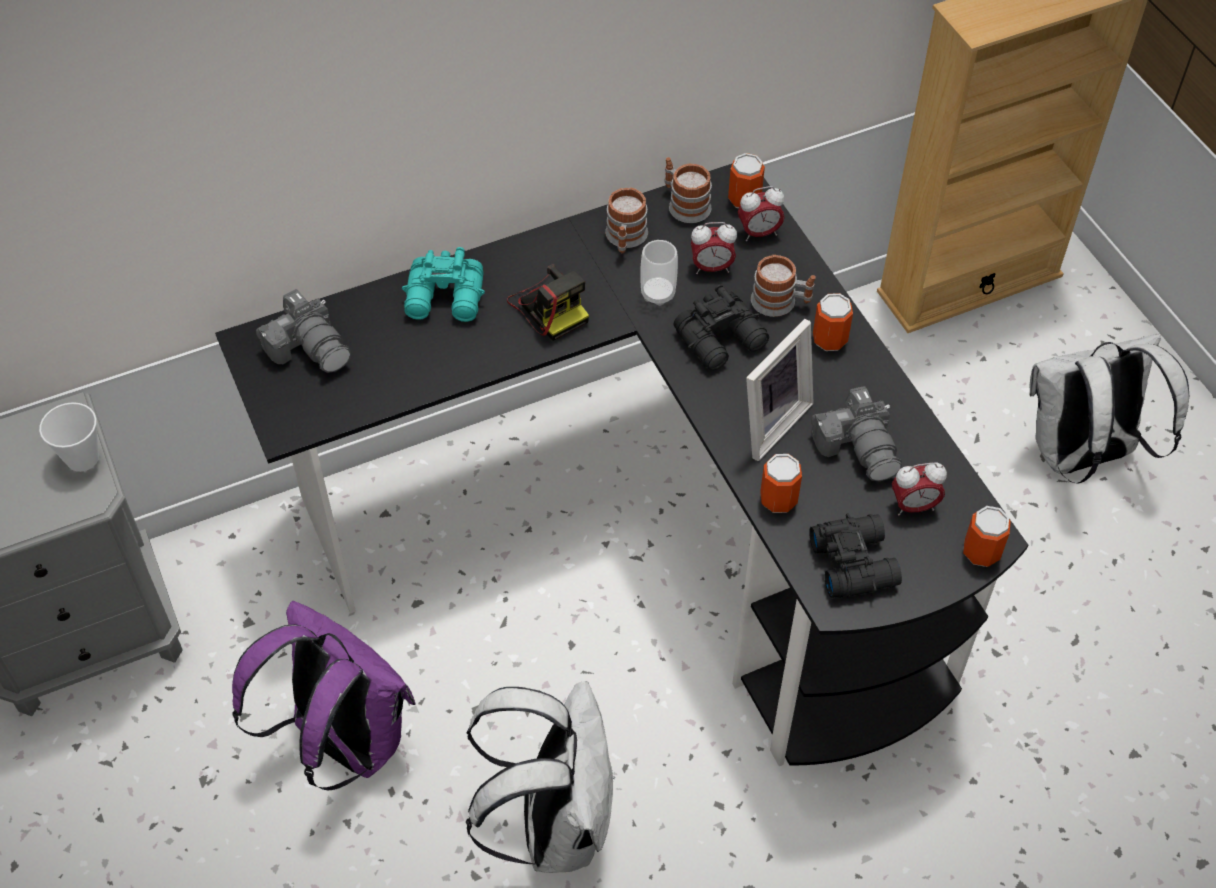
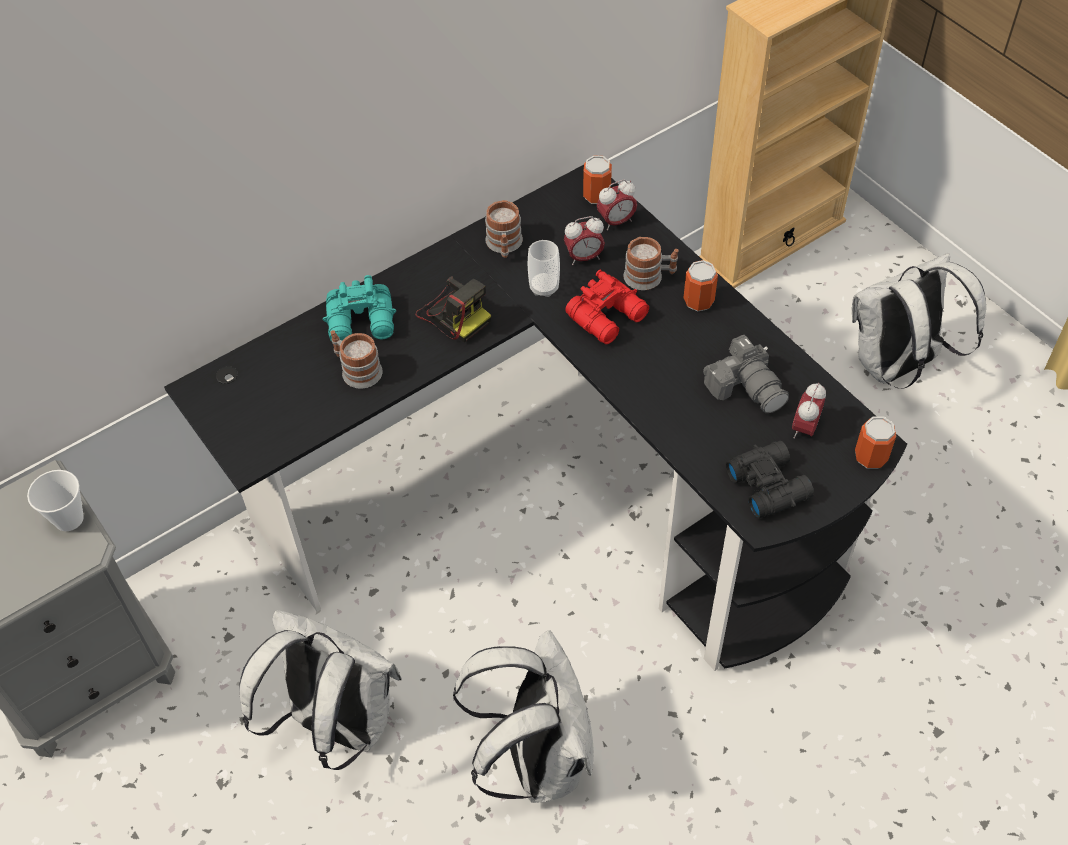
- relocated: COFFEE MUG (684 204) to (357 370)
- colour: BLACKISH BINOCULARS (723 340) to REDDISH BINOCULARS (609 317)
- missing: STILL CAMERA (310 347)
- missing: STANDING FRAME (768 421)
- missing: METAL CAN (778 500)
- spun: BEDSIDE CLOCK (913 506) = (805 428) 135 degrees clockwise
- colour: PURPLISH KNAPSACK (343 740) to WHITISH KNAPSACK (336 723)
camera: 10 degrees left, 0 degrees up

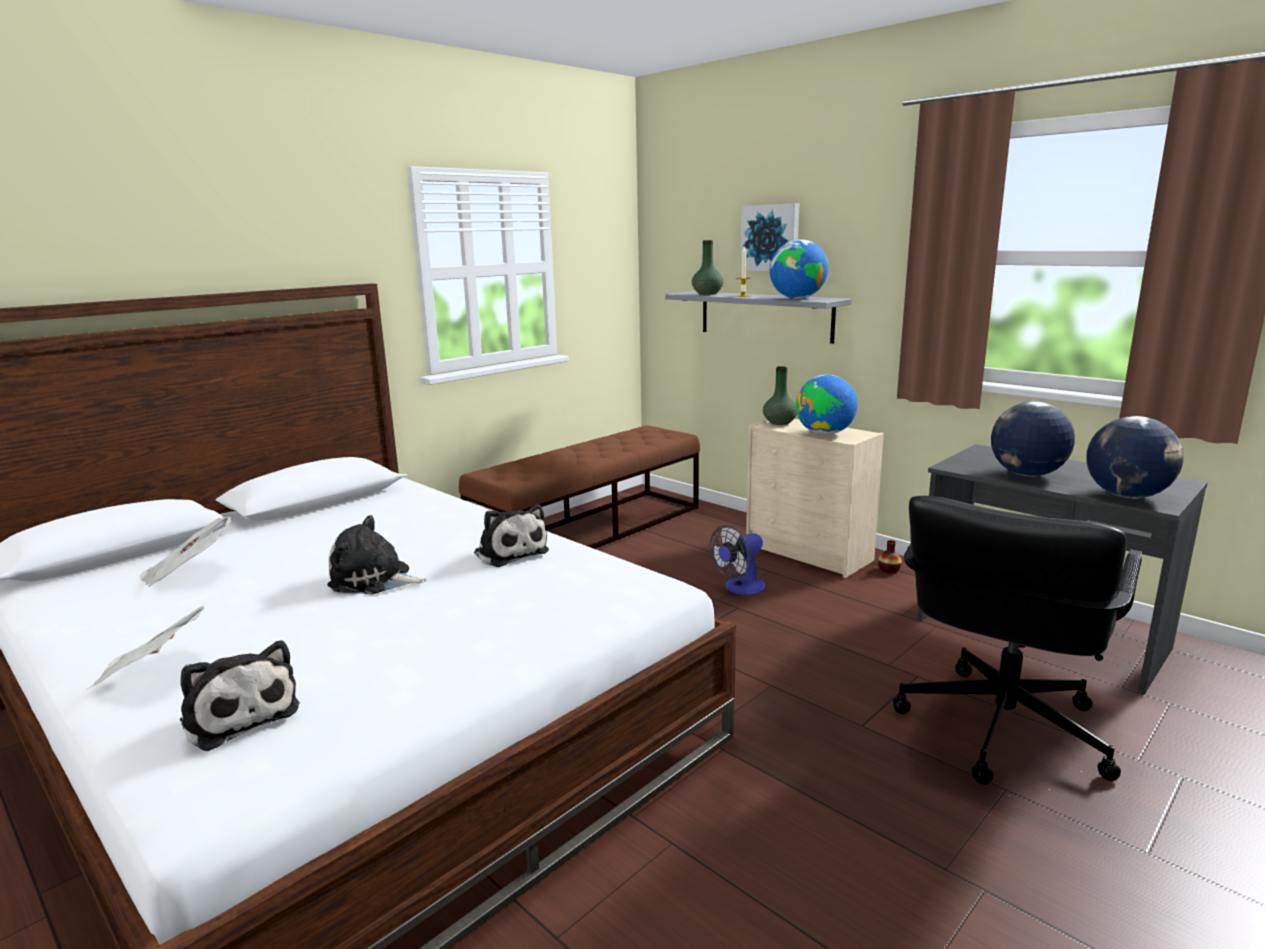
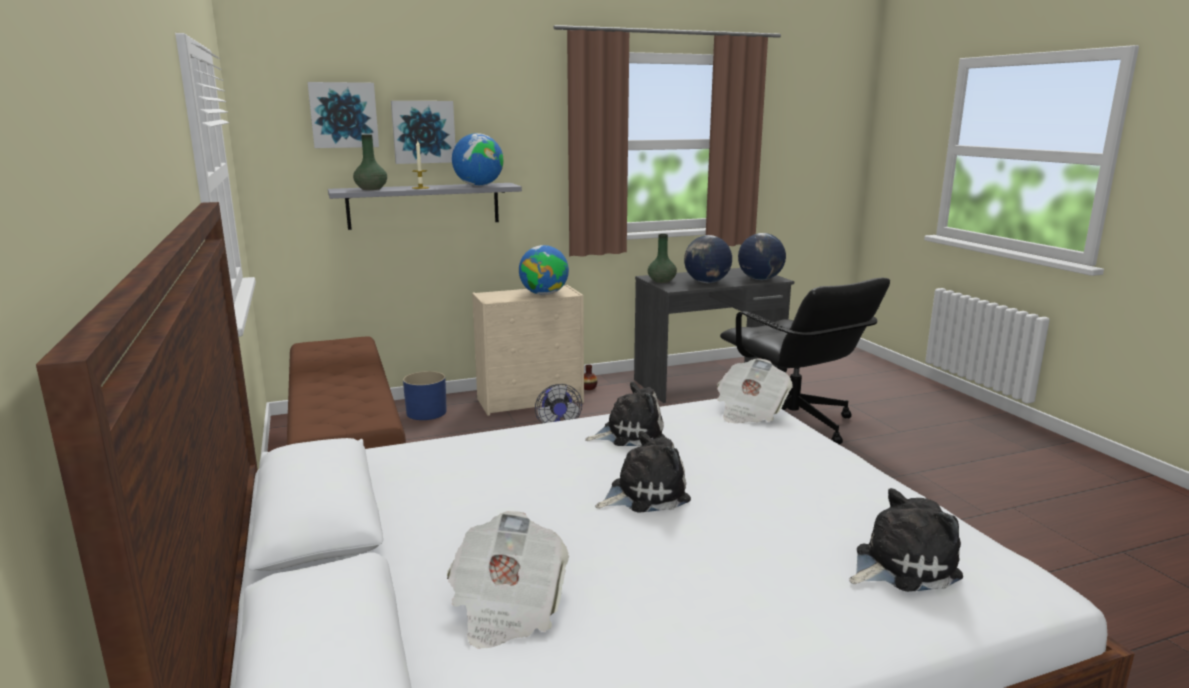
- relocated: GREENISH VASE (780 422) to (662 281)
- spun: SOFT TOY (374 580) = (644 494) 150 degrees counterclockwise
- relocated: DAILY PAPER (154 673) to (750 411)
- appeared: WALL PICTURE (343 115)
- appeared: BLUE FLOWER POT (426 412)
camera: 65 degrees left, 0 degrees up

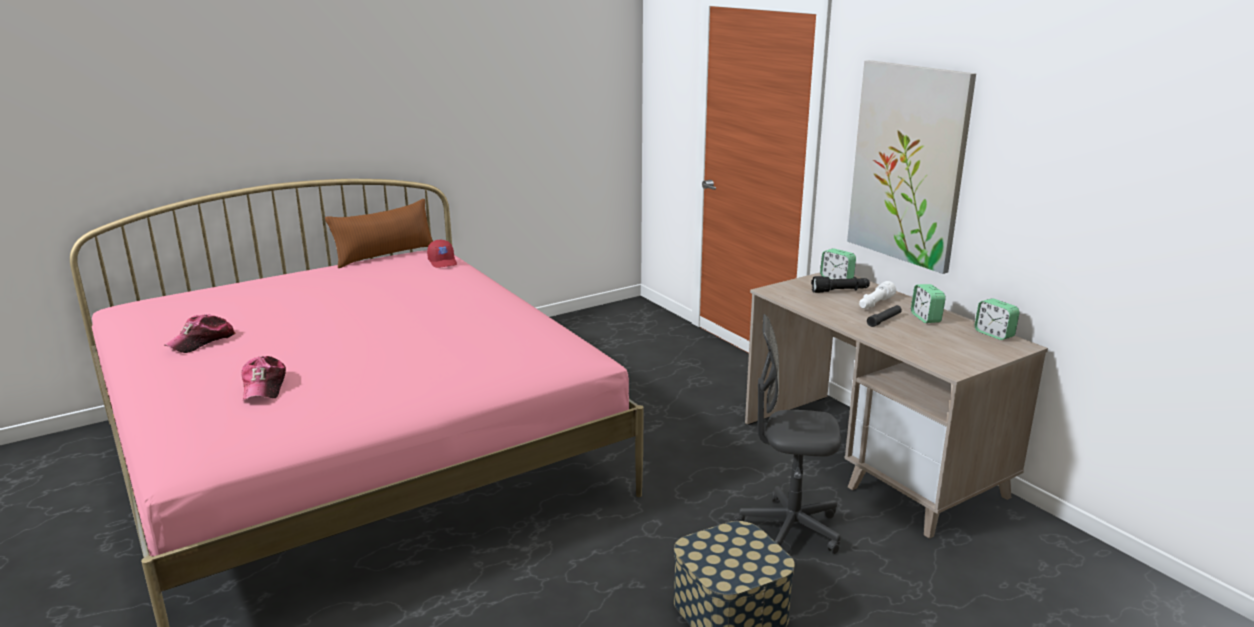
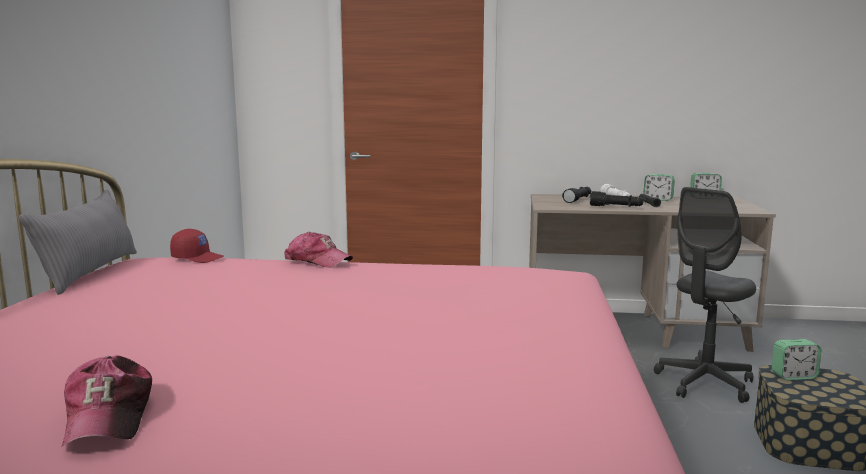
- missing: WALL PICTURE (908 164)
- colour: BROWN-COLOURED THROW PILLOW (385 255) to GRAY THROW PILLOW (90 272)
- relocated: BEDSIDE CLOCK (836 279) to (794 376)
- relocated: PEAKED CAP (264 387) to (317 261)
- appeared: BLACKISH HAND TORCH (616 207)
camera: 50 degrees left, 10 degrees down

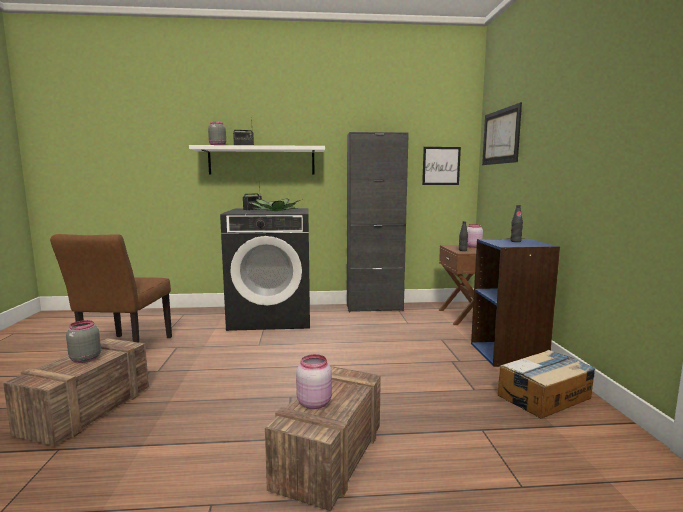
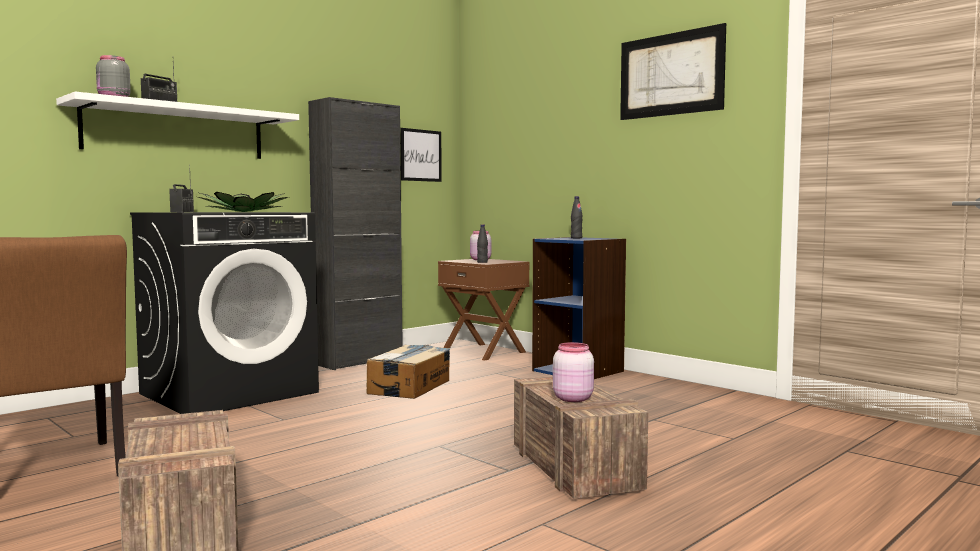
- relocated: WALL PICTURE (500 136) to (670 74)
- missing: GRAY JAR (84 359)
- relocated: PACKING BOX (544 396) to (410 387)
camera: 40 degrees left, 5 degrees down

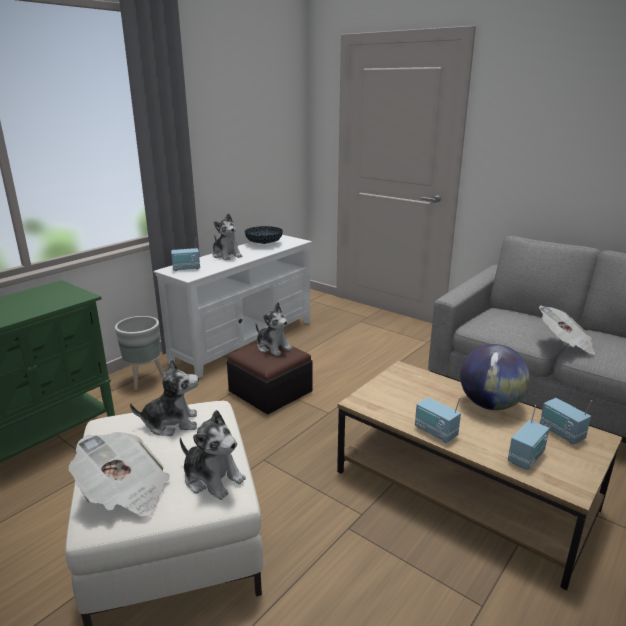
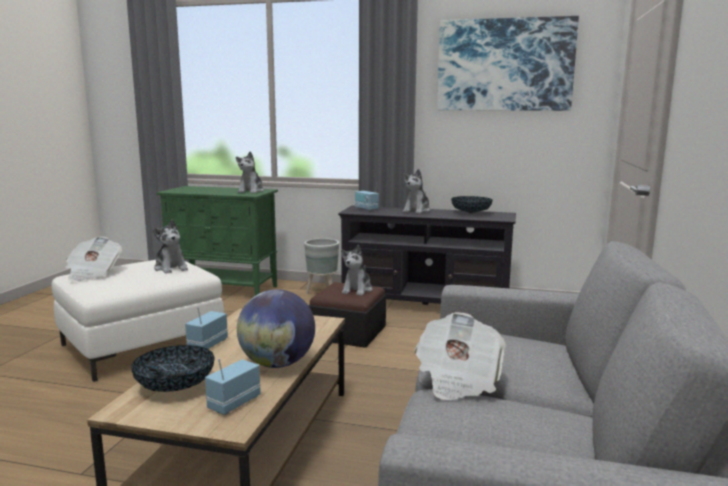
- colour: WHITISH TV STAND (244 341) to BLACKISH TV STAND (425 305)
- exchanged: RADIO SET (526 457) to SERVING BOWL (175 386)
- relocated: SOFT TOY (212 479) to (251 191)
- appeared: WALL PICTURE (504 65)
camera: 65 degrees right, 10 degrees down

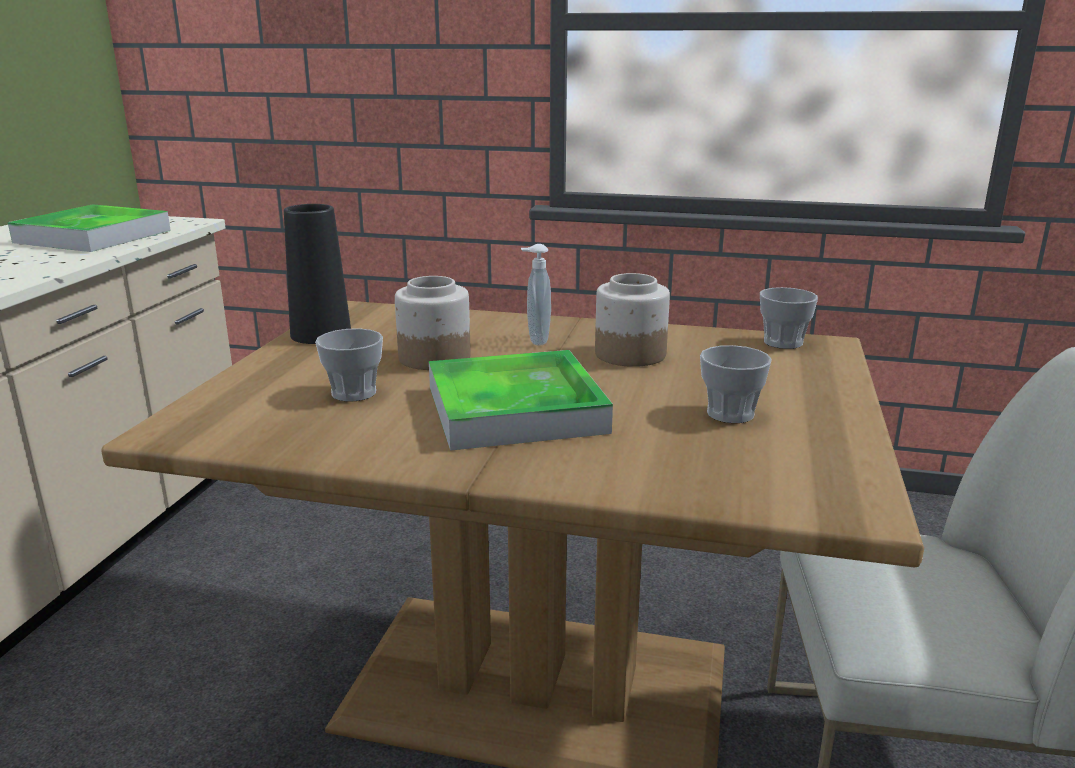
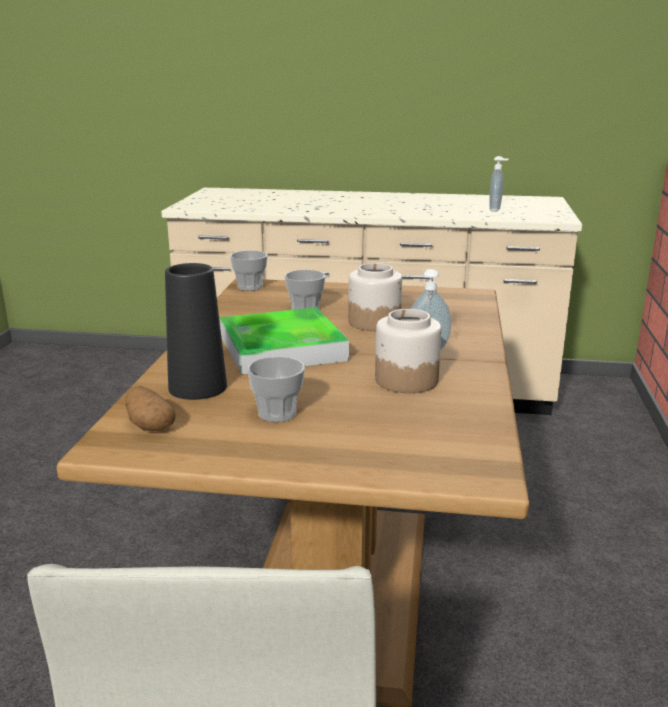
- exchanged: CARRYING TRAY (93 236) to SOAP DISPENSER (496 210)
- relocated: BLACKISH VASE (321 334) to (197 387)
- relocated: CUP (783 342) to (250 287)
- appeared: POTATO (149 425)
camera: 85 degrees right, 0 degrees up

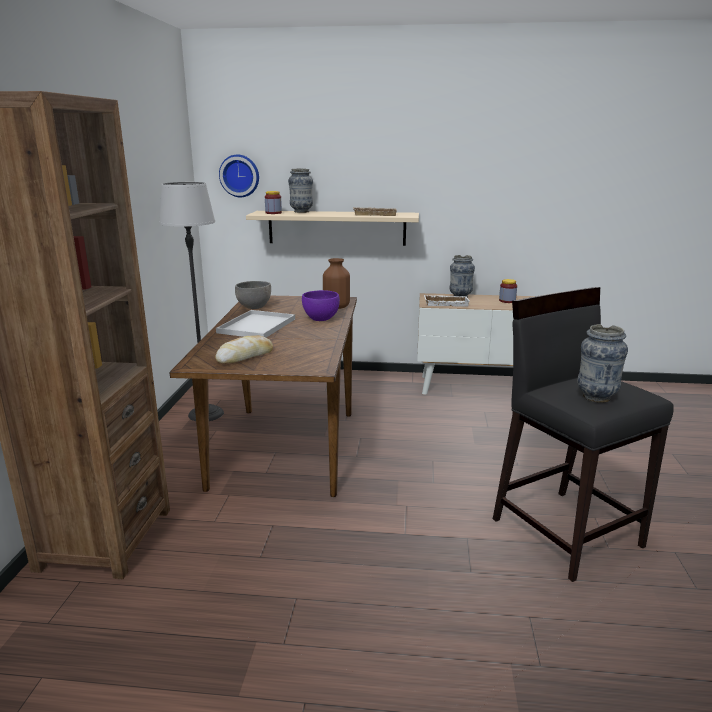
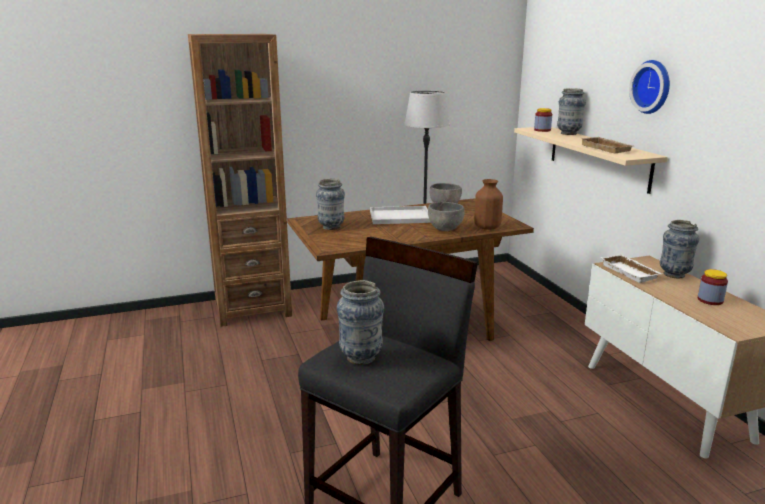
- relocated: CLOCK ON THE WALL (240 175) to (653 87)
- colour: PURPLISH SERVING BOWL (321 319) to GRAY SERVING BOWL (444 229)
- exchanged: BAKERY BREAD (245 356) to VASE (331 227)
camera: 65 degrees right, 0 degrees up

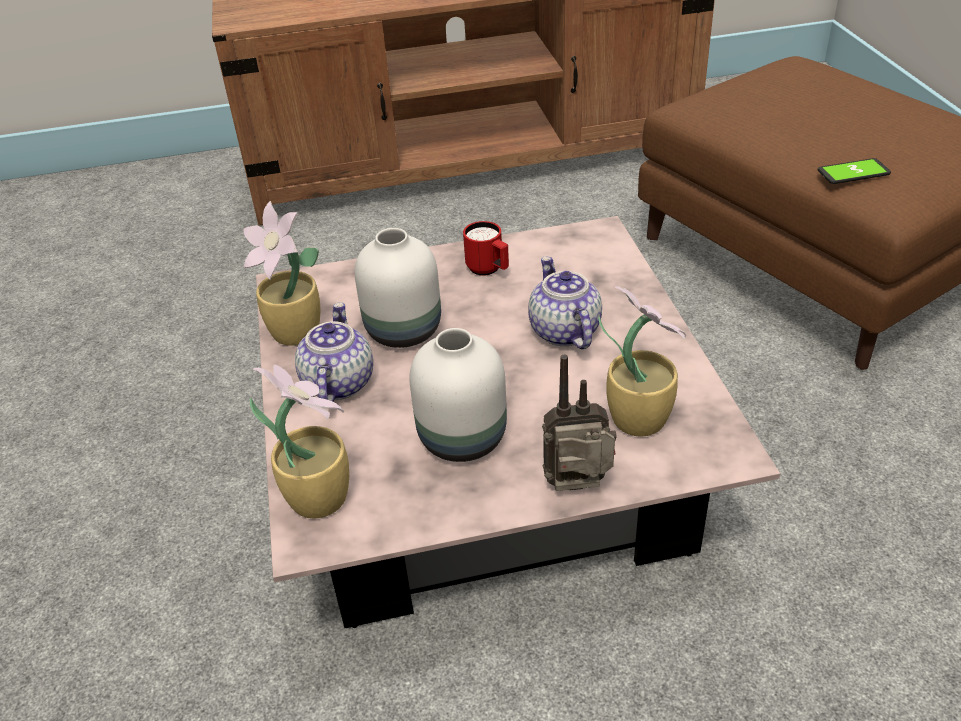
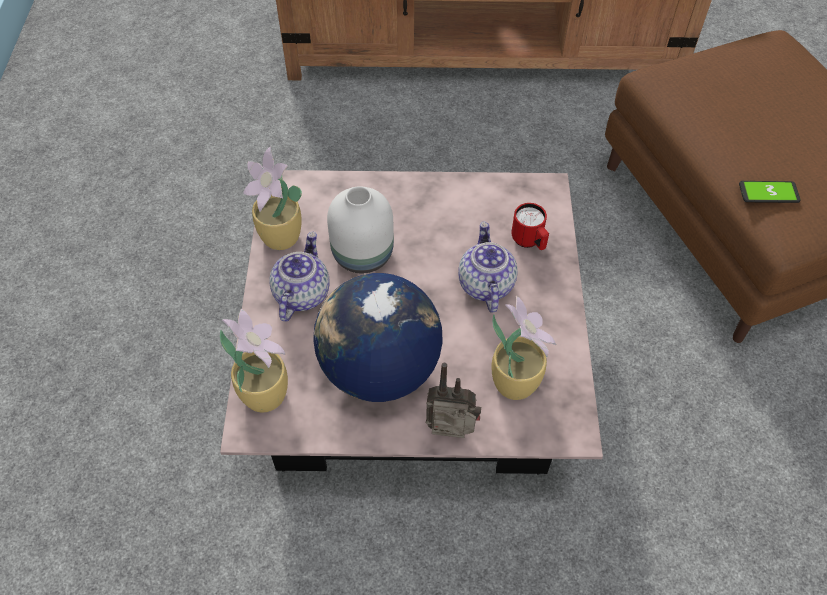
- relocated: REDDISH COFFEE MUG (488 270) to (529 242)
- exchanged: WHITISH VASE (462 440) to GLOBE (379 369)
camera: 10 degrees right, 15 degrees up

